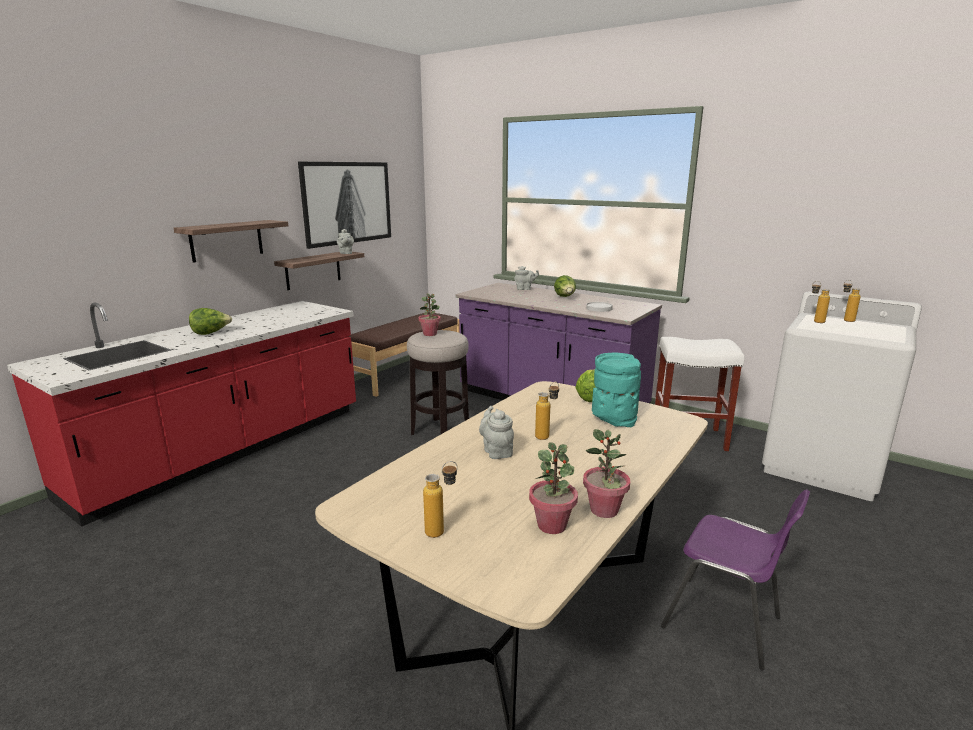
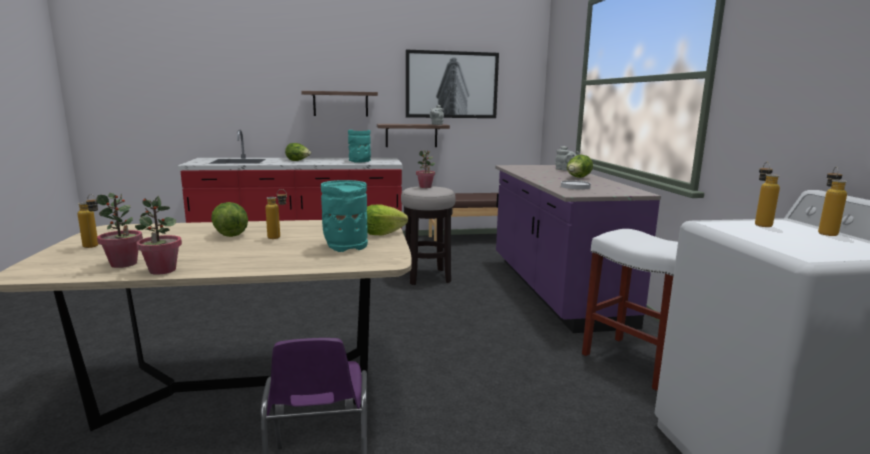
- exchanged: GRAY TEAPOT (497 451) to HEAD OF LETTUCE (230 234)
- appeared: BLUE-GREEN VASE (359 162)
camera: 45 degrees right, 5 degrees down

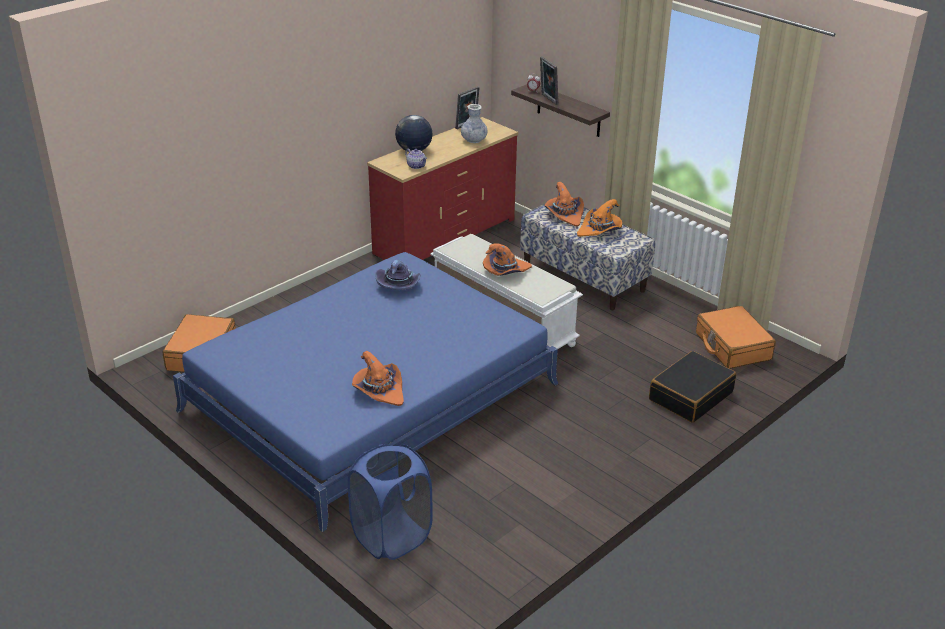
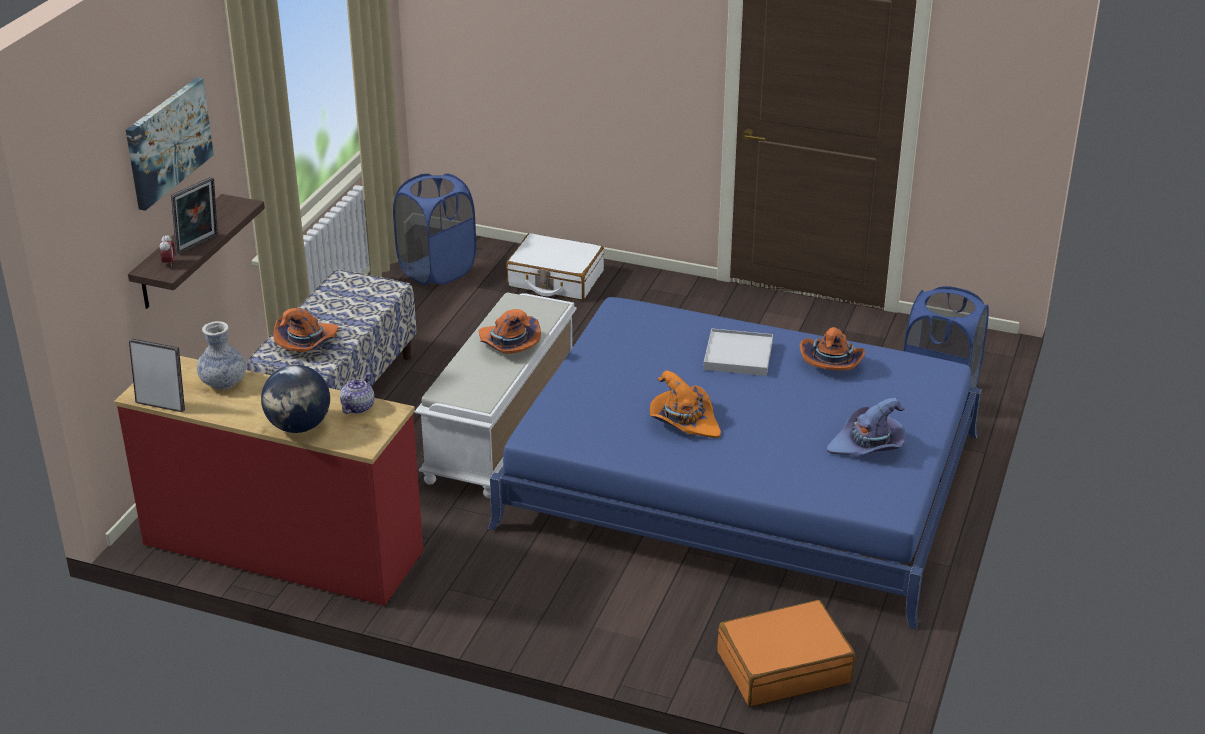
- relocated: ORANGEY WEARABLE HAT (600 230) to (684 421)
- relocated: PURPLISH WEARABLE HAT (399 284) to (868 445)
- exchanged: ORANGEY SUITCASE (732 346) to BLUE HAMPER (437 270)
- colour: BLACKISH SUITCASE (690 396) to WHITISH SUITCASE (555 279)
- appeared: WALL PICTURE (168 142)
- appeared: WHITISH CARRYING TRAY (738 356)
camera: 115 degrees left, 0 degrees up

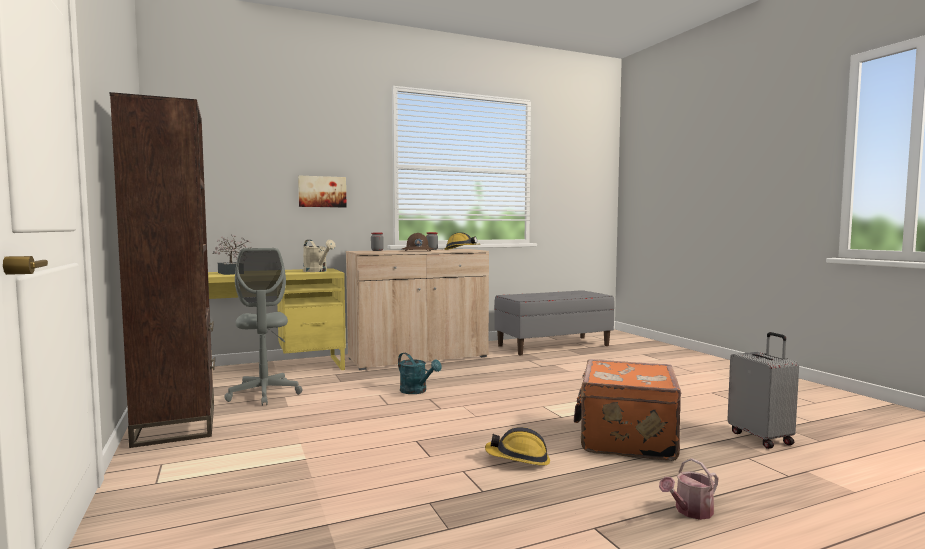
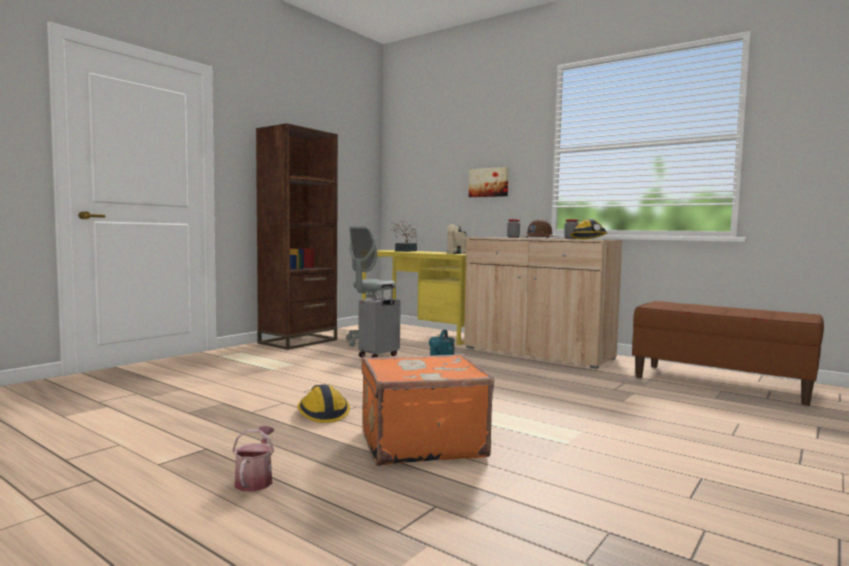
- colour: GRAY BENCH (553 345) to BROWN-COLOURED BENCH (721 383)
- relocated: GRAY SUITCASE (761 438) to (379 356)
- spun: WATERING POT (690 511) = (255 480) 60 degrees clockwise
camera: 60 degrees right, 0 degrees up

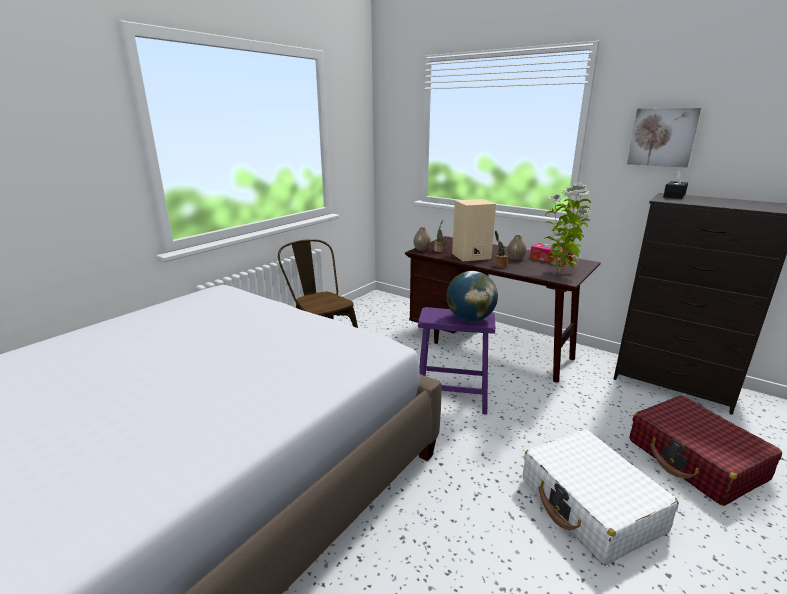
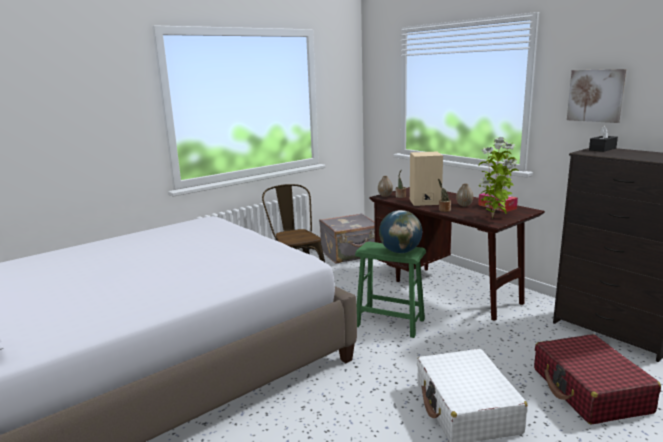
- colour: PURPLISH STOOL SEAT (452 397) to GREENISH STOOL SEAT (390 323)
- appeared: GRAY SUITCASE (350 254)
camera: 15 degrees right, 5 degrees down

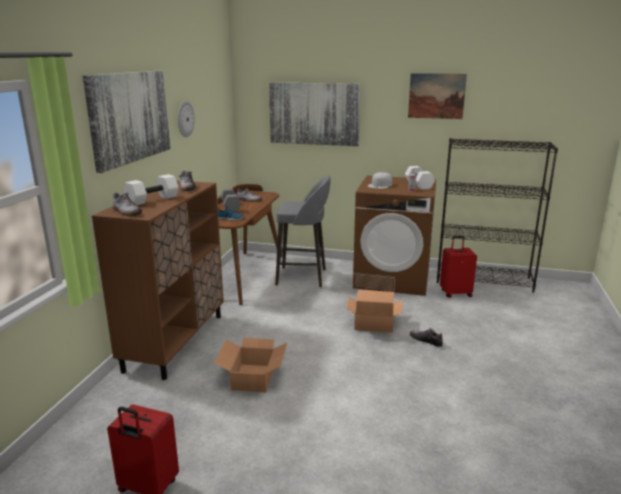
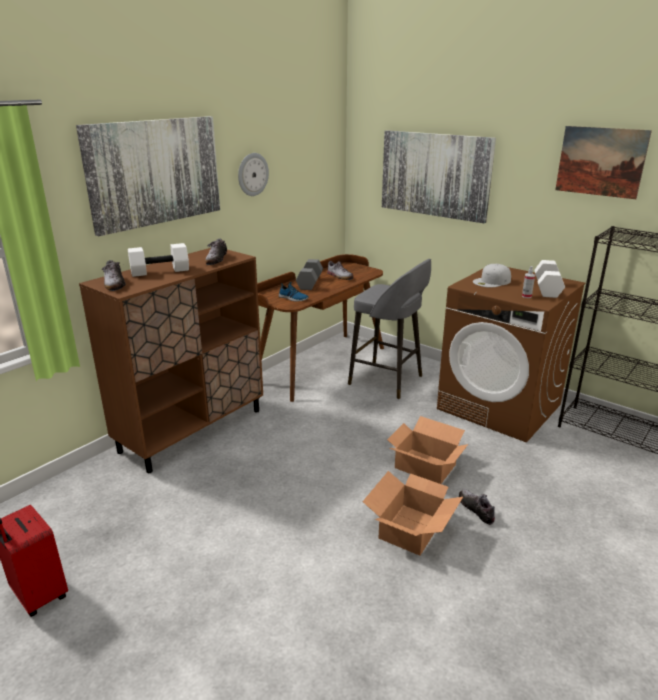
- missing: REDDISH SUITCASE (455 293)
- relocated: PACKING BOX (254 377) to (411 529)
camera: 25 degrees right, 5 degrees up

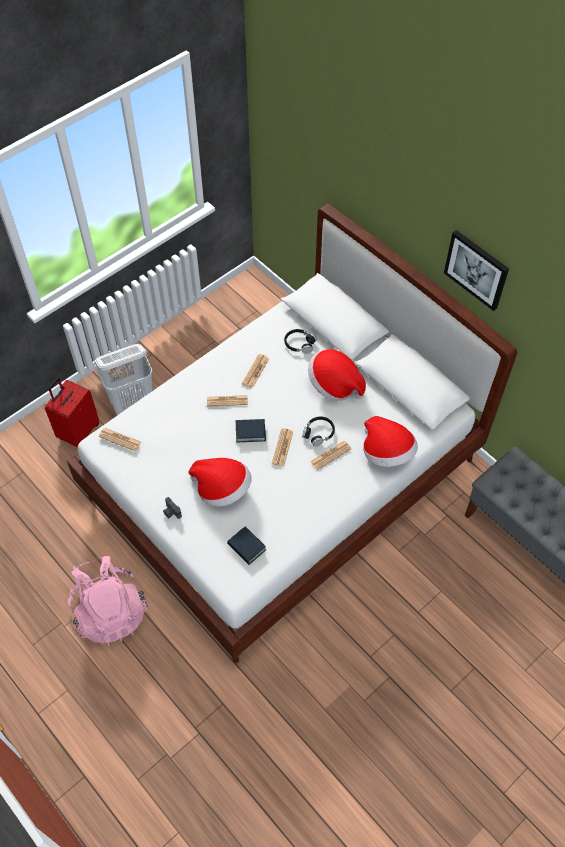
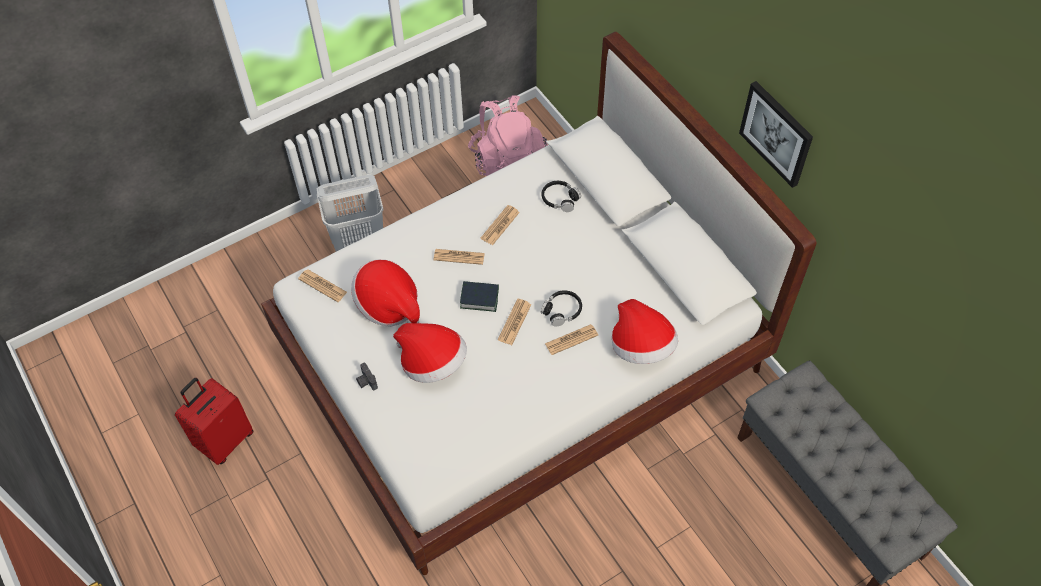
- relocated: WEARABLE HAT (334 384) to (388 305)
- relocated: REDDISH SUITCASE (78 431) to (224 440)
- missing: BOUND BOOK (246 547)
- relocated: PINKISH KNAPSACK (110 611) to (508 163)
camera: 10 degrees right, 0 degrees up

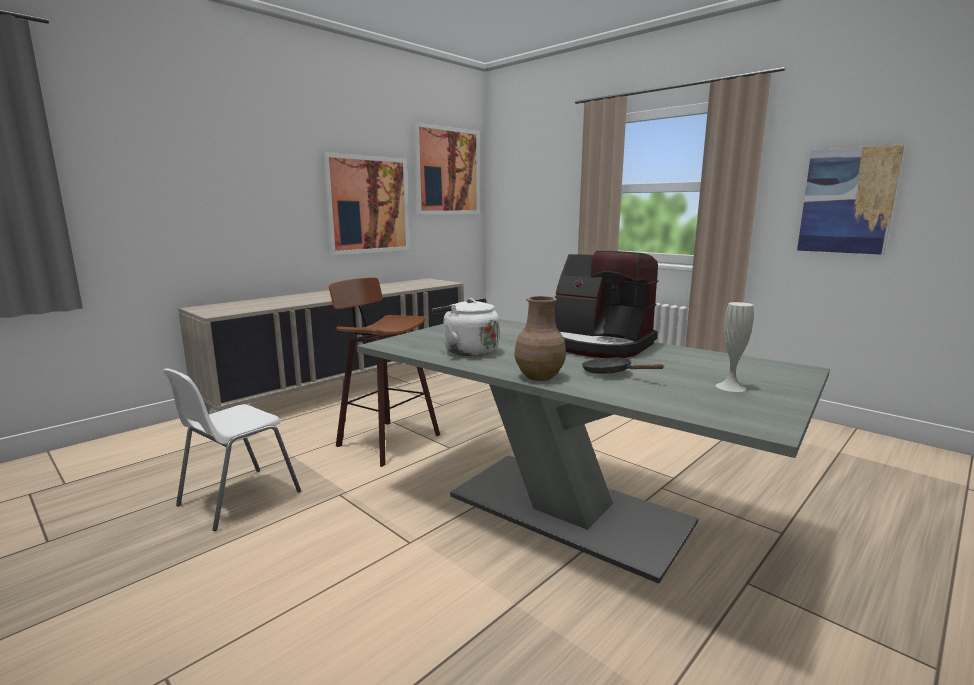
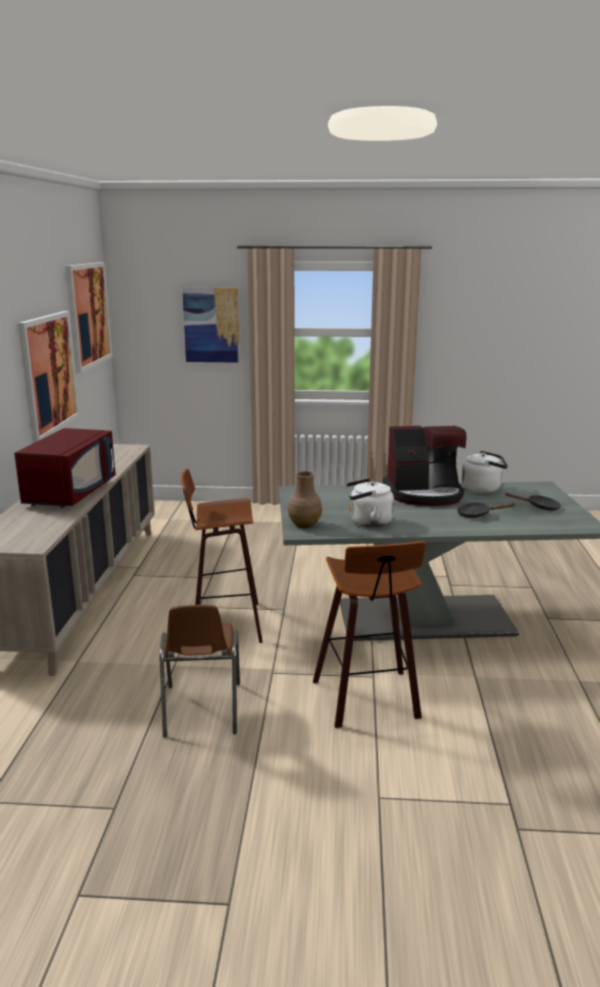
- relocated: WALL PICTURE (847 201) to (211 325)
- relocated: BROWN-COLOURED VASE (539 376) to (304 524)
- exchanged: WHITISH VASE (730 387) to BLACKISH SKILLET (539 507)
- colour: WHITISH UPRIGHT CHAIR (238 498) to BROWN-COLOURED UPRIGHT CHAIR (201 710)
- appeared: REDDISH KITCHEN MICROWAVE (71 493)
- appeared: WHITISH TEA KETTLE (483 489)
- appeared: STOOL SEAT (369 700)
camera: 40 degrees left, 5 degrees up

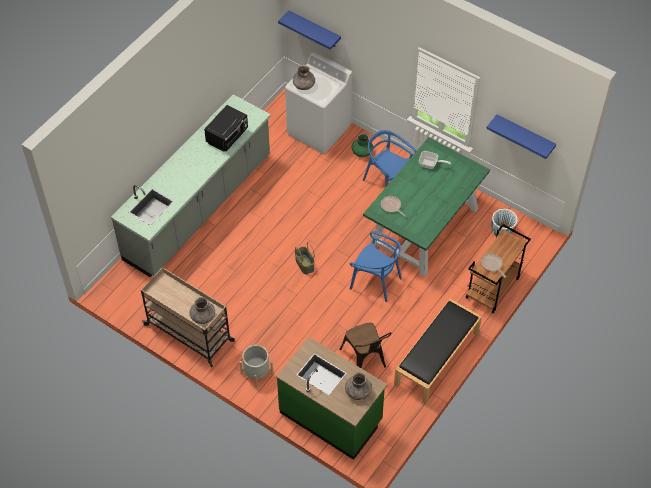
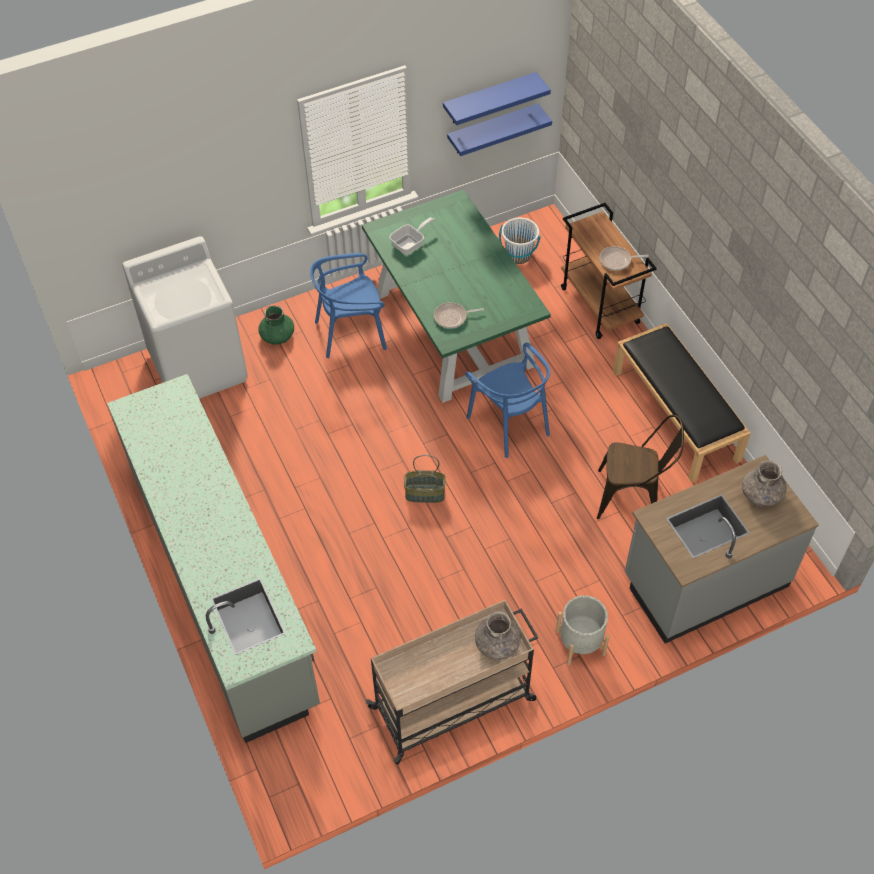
- relocated: BLUE WALL SHELF (314 29) to (492 129)
- missing: GRAY VASE (304 85)
- missing: BLACKISH KITCHEN MICROWAVE (228 136)
- spun: BLUE UPRIGHT CHAIR (375 281) = (509 424) 90 degrees clockwise
- colour: GREENISH COUNTER (331 416) to GRAY COUNTER (704 580)
camera: 60 degrees left, 0 degrees up

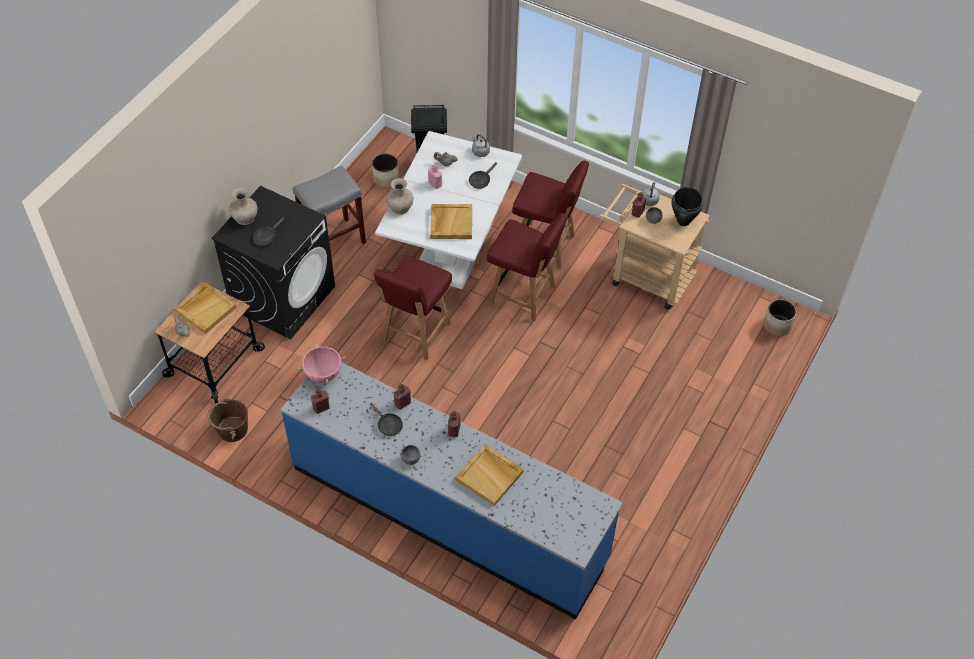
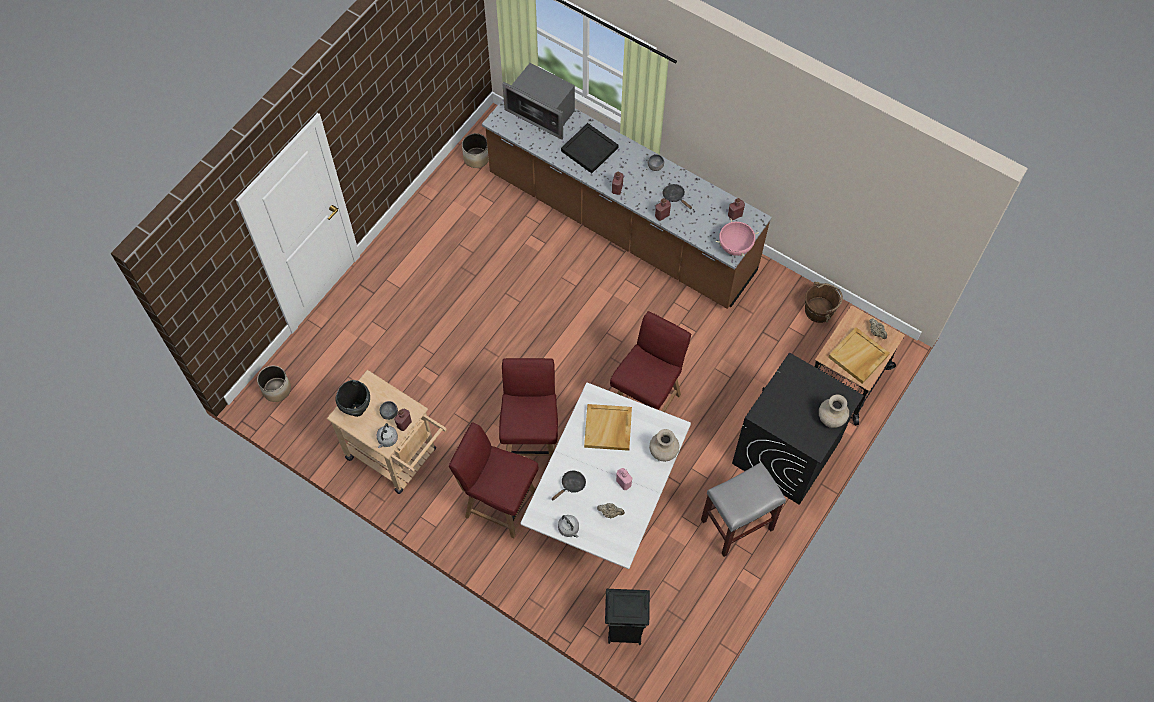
- relocated: FLOWER POT (386 179) to (476 158)
- spun: REDDISH UPRIGHT CHAIR (524 295) = (531 440) 60 degrees clockwise
- missing: BLACKISH SKILLET (267 237)
- colour: BLUE COUNTER (449 513) to BROWN-COLOURED COUNTER (620 224)
- colour: BEIGE CARRYING TRAY (490 476) to BLACKISH CARRYING TRAY (589 149)
- appeared: KITCHEN MICROWAVE (542 112)
camera: 175 degrees left, 10 degrees up

